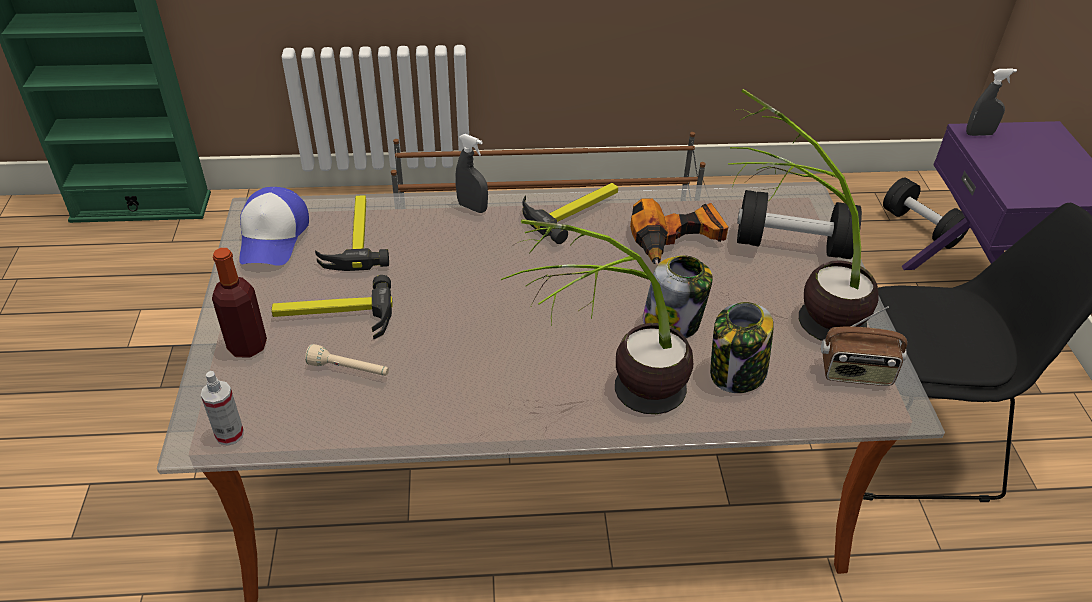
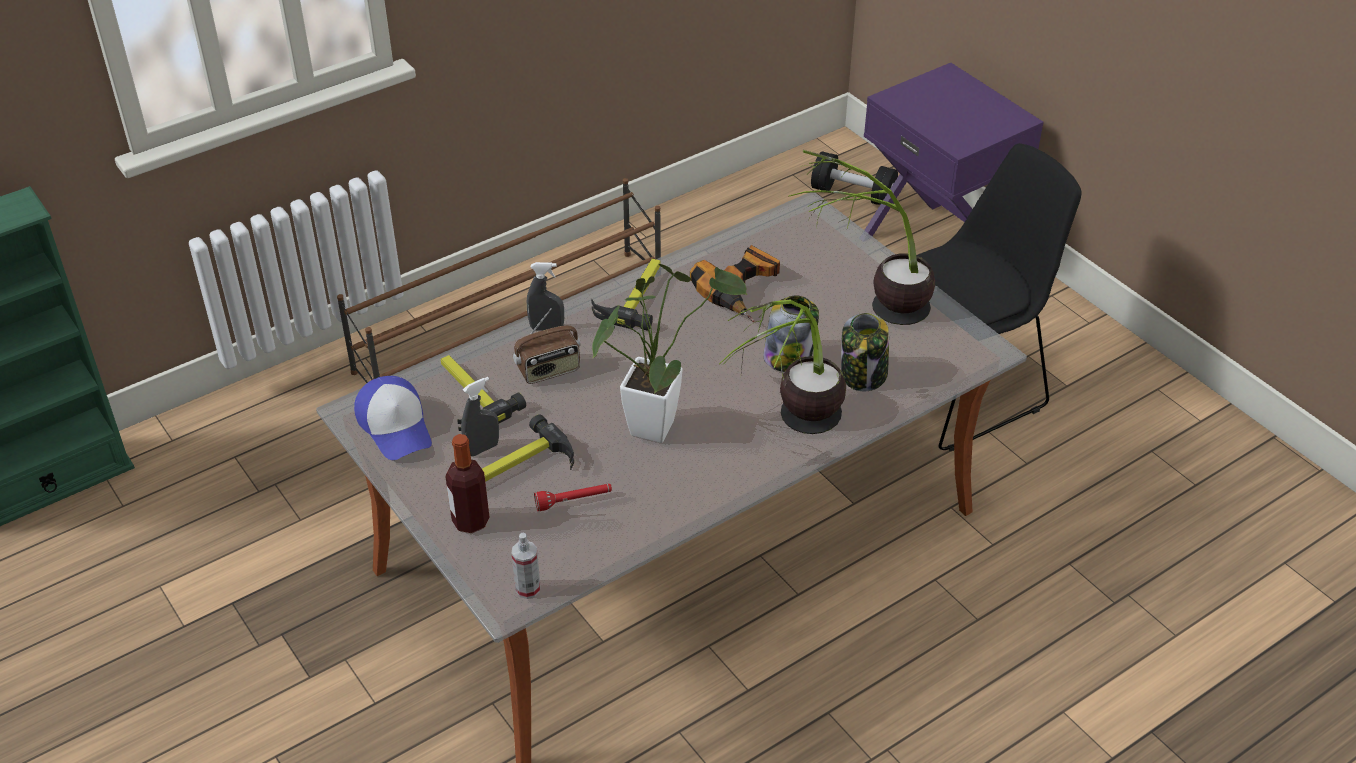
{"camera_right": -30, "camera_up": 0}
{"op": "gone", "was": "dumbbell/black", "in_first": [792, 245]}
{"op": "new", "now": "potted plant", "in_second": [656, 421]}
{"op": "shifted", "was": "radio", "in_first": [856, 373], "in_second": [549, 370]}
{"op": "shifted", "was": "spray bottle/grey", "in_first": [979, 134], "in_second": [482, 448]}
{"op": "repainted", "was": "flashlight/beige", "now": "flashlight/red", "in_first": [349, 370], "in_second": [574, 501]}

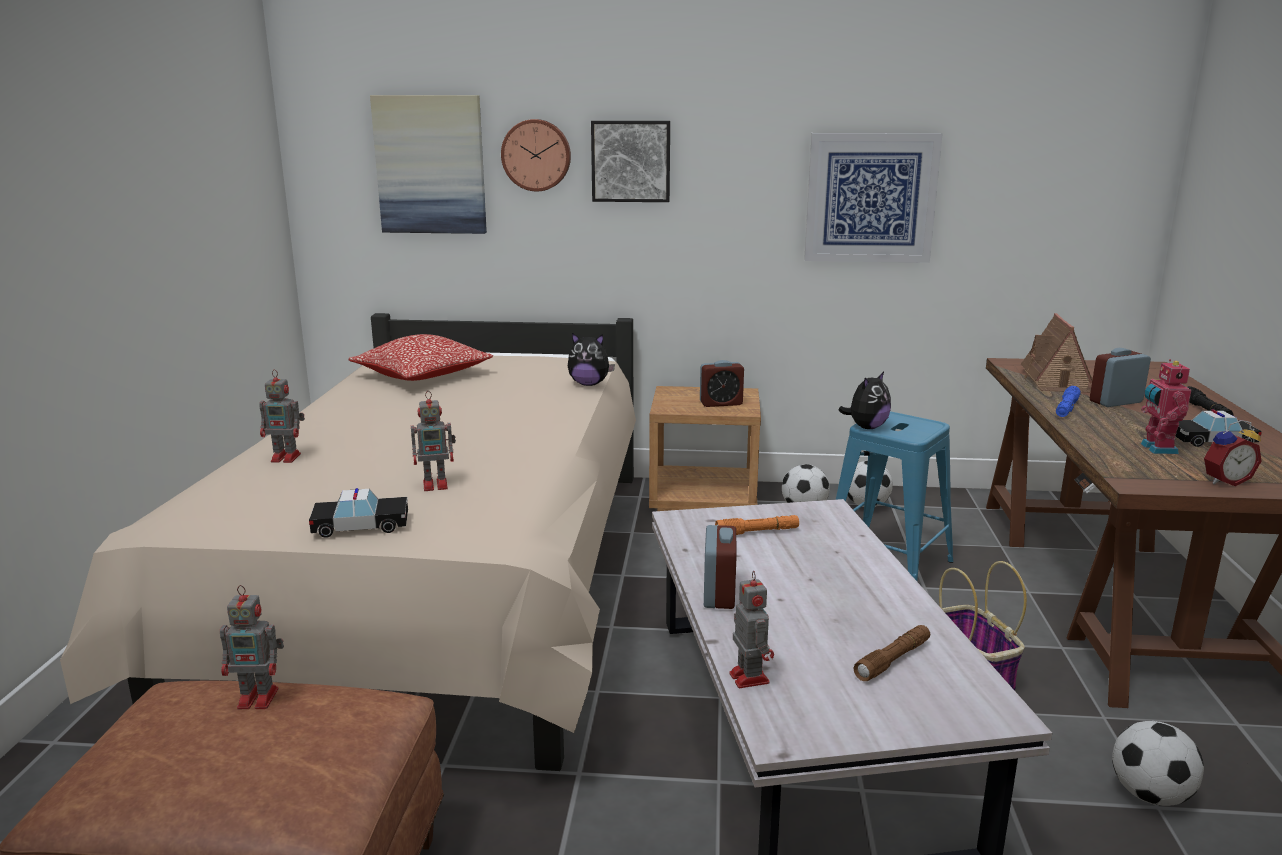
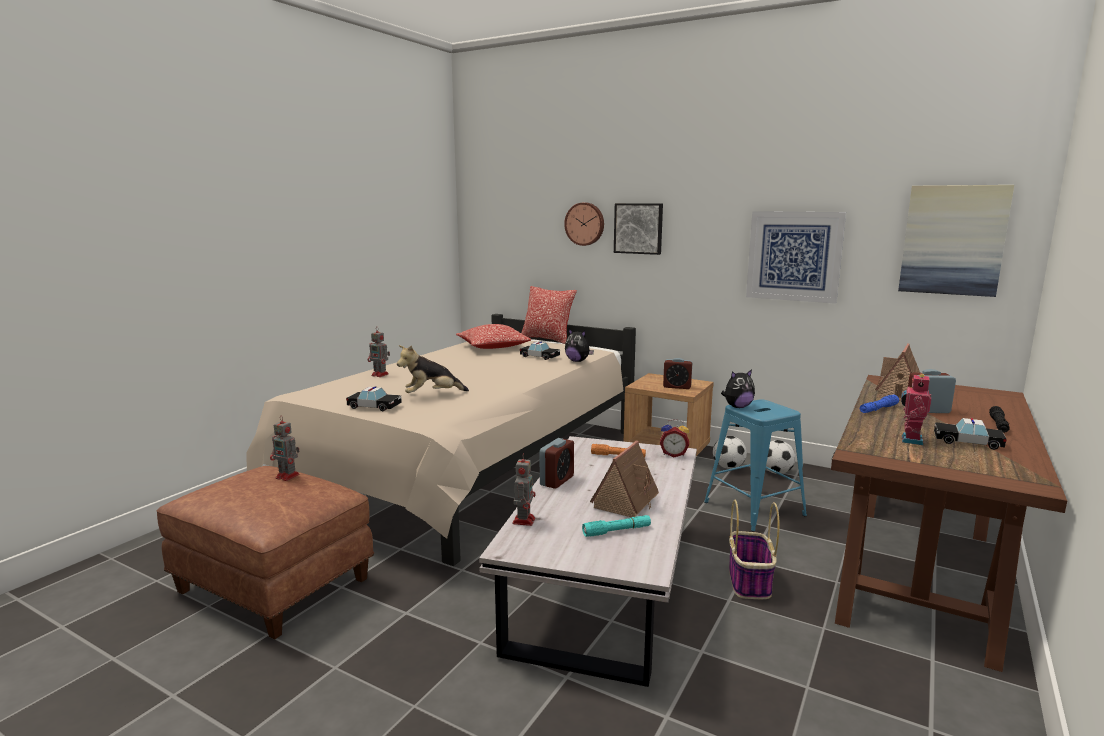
{"camera_right": 25, "camera_up": -5}
{"op": "gone", "was": "football", "in_first": [1150, 795]}
{"op": "new", "now": "toy car", "in_second": [539, 356]}
{"op": "new", "now": "pillow", "in_second": [547, 339]}
{"op": "new", "now": "toy house", "in_second": [626, 501]}
{"op": "shifted", "was": "picture", "in_first": [430, 165], "in_second": [953, 240]}
{"op": "shifted", "was": "alarm clock", "in_first": [1224, 481], "in_second": [673, 454]}
{"op": "swapped", "was": "toy robot", "now": "plush toy", "in_first": [437, 484], "in_second": [432, 395]}
{"op": "repainted", "was": "flashlight/brown", "now": "flashlight/turquoise", "in_first": [893, 660], "in_second": [617, 531]}

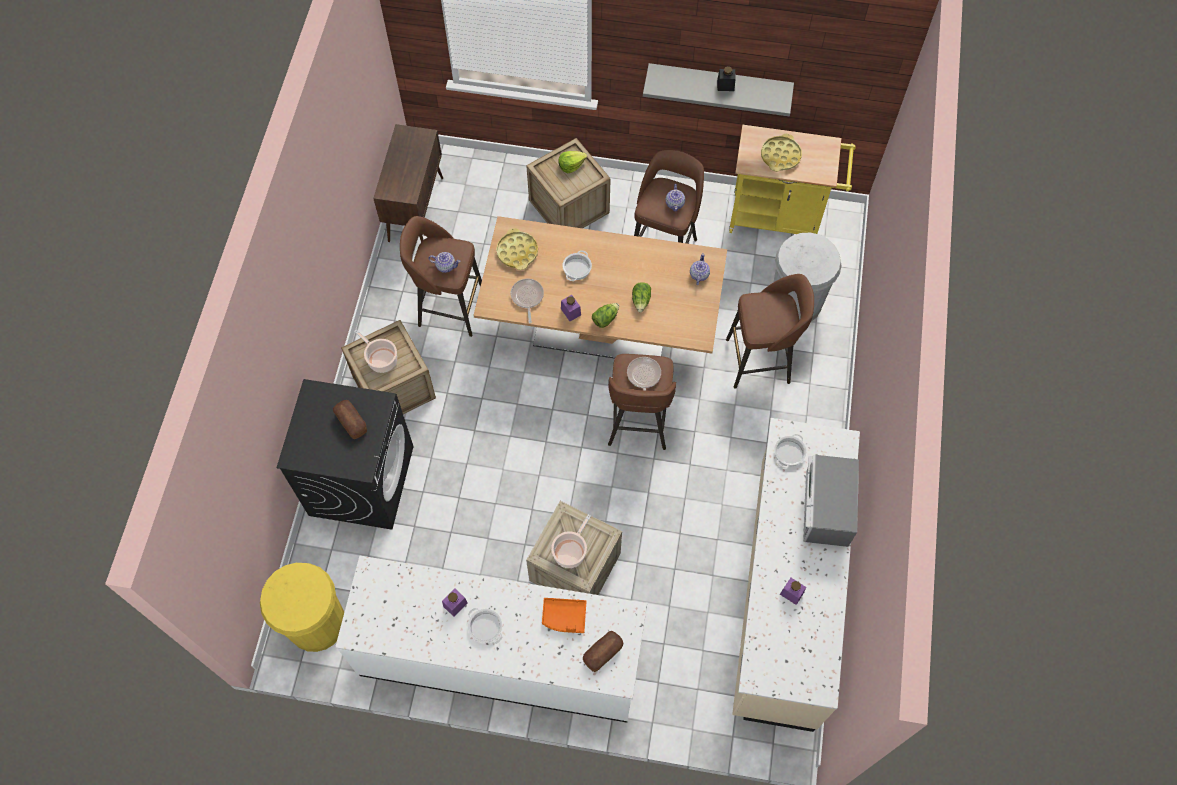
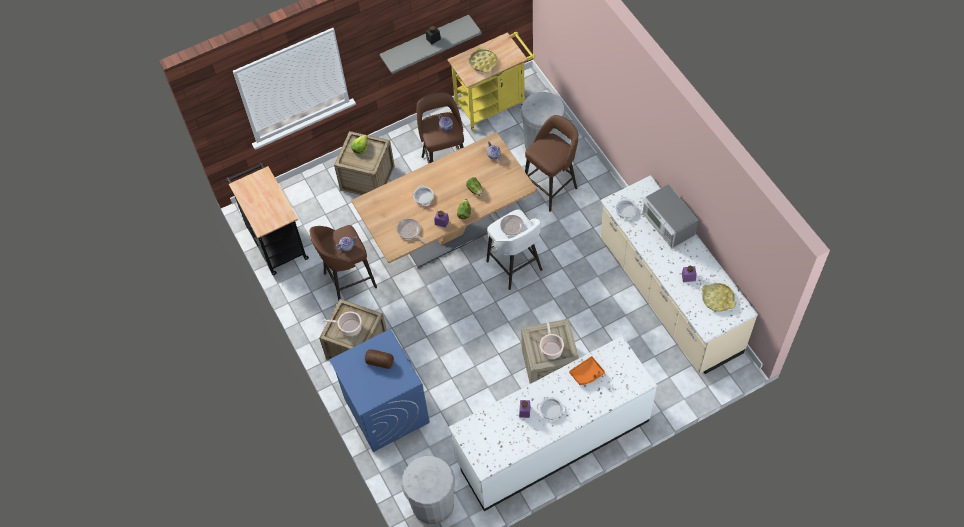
{"camera_right": -35, "camera_up": -5}
{"op": "gone", "was": "bread", "in_first": [603, 653]}
{"op": "shifted", "was": "tray/yellow", "in_first": [517, 252], "in_second": [718, 299]}
{"op": "swapped", "was": "cabinet/brown", "now": "cart/black", "in_first": [416, 209], "in_second": [275, 240]}
{"op": "repainted", "was": "trash can/yellow", "now": "trash can/white", "in_first": [316, 623], "in_second": [432, 504]}
{"op": "repainted", "was": "washing machine/black", "now": "washing machine/blue", "in_first": [361, 480], "in_second": [386, 410]}
{"op": "repainted", "was": "stool/brown", "now": "stool/white", "in_first": [638, 423], "in_second": [515, 267]}

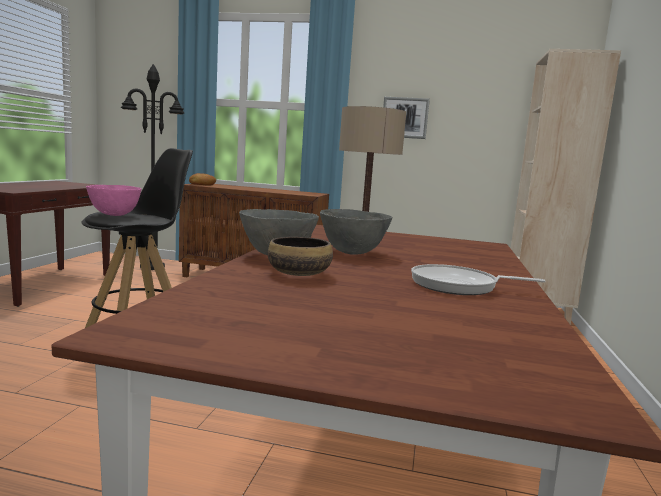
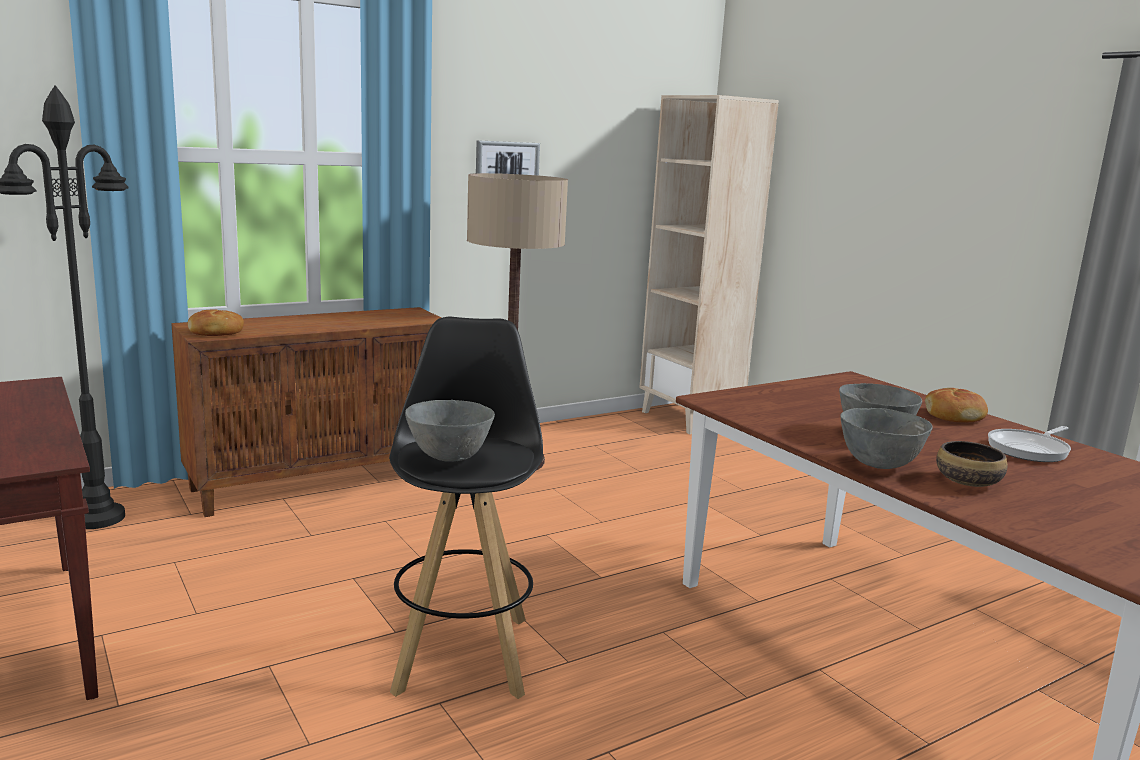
{"camera_right": -45, "camera_up": 5}
{"op": "new", "now": "bread", "in_second": [954, 415]}
{"op": "repainted", "was": "bowl/pink", "now": "bowl/grey", "in_first": [115, 215], "in_second": [450, 457]}

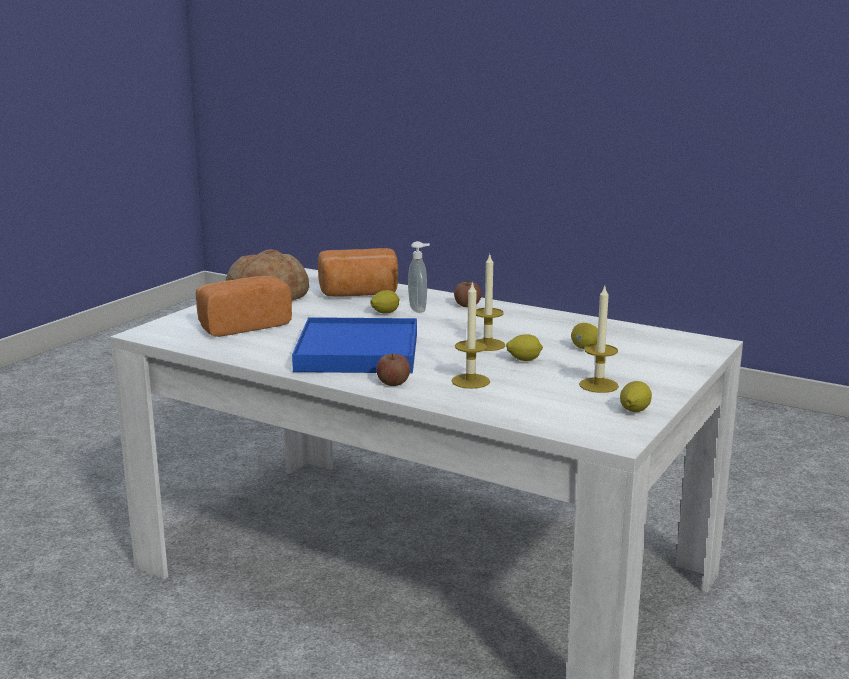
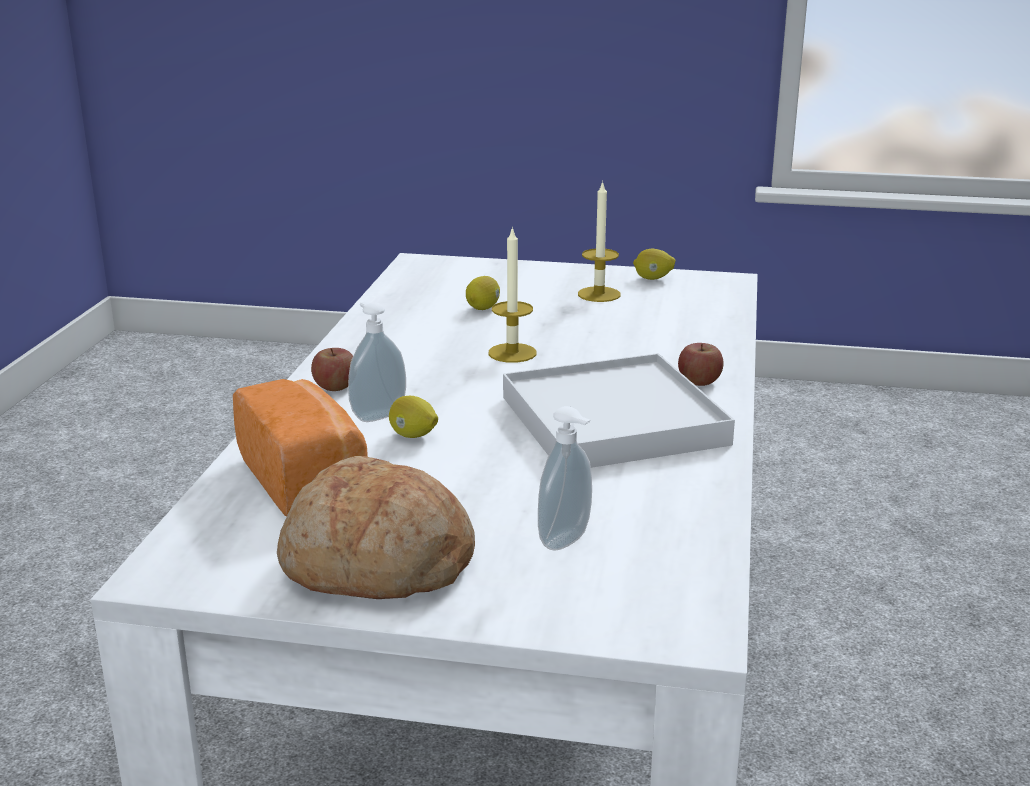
{"camera_right": -110, "camera_up": 5}
{"op": "gone", "was": "candle", "in_first": [470, 381]}
{"op": "gone", "was": "lemon", "in_first": [524, 360]}
{"op": "swapped", "was": "bread", "now": "soap dispenser", "in_first": [242, 325], "in_second": [567, 541]}
{"op": "repainted", "was": "tray/blue", "now": "tray/white", "in_first": [358, 352], "in_second": [613, 420]}

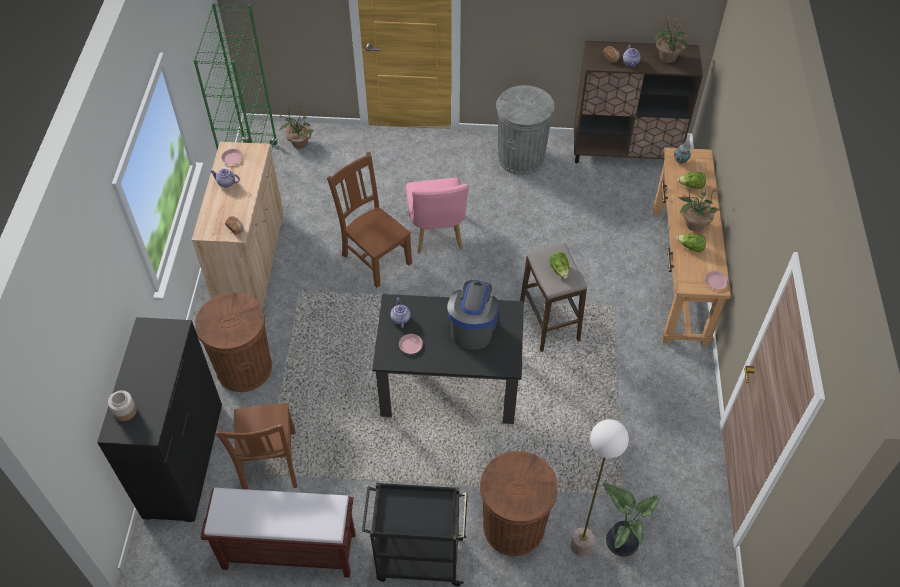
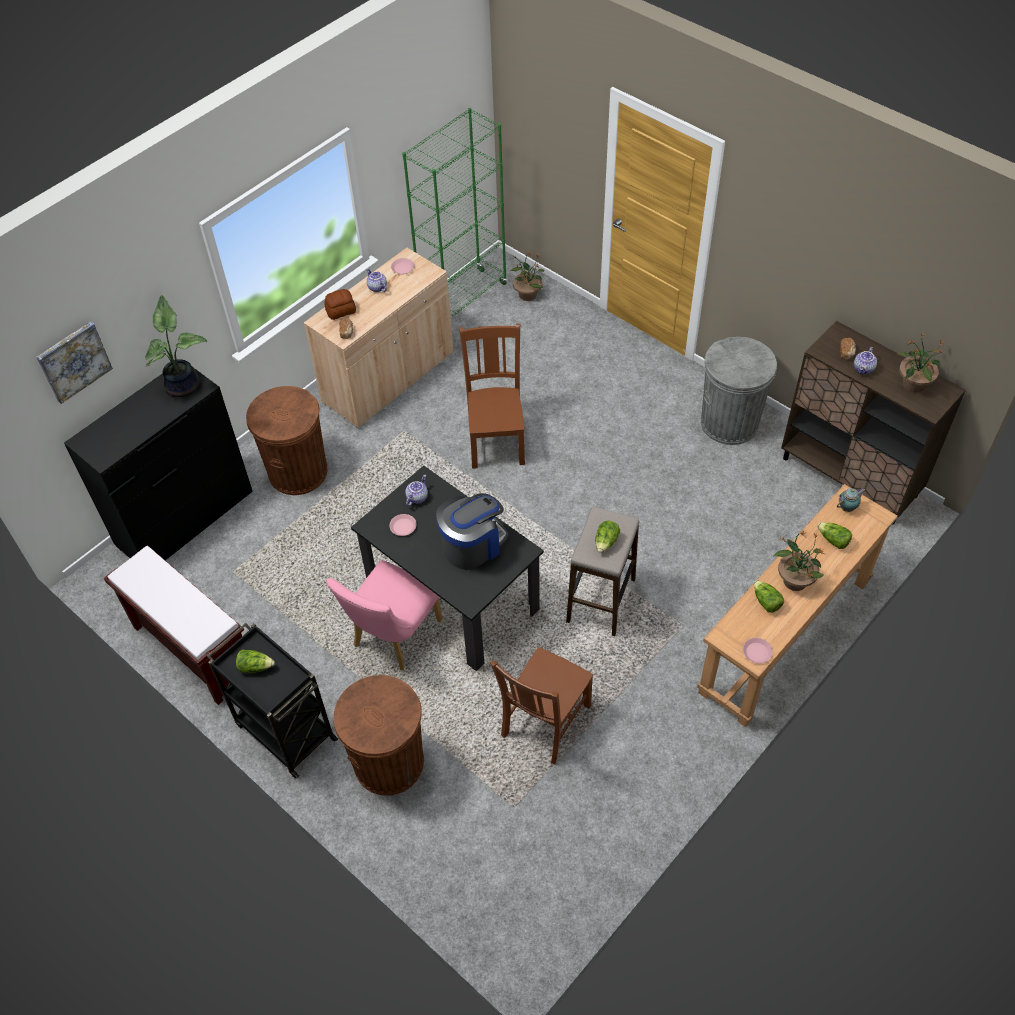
{"camera_right": 40, "camera_up": 0}
{"op": "gone", "was": "jar", "in_first": [125, 411]}
{"op": "gone", "was": "floor lamp", "in_first": [581, 546]}
{"op": "new", "now": "picture", "in_second": [74, 361]}
{"op": "new", "now": "lettuce", "in_second": [255, 666]}
{"op": "new", "now": "bread", "in_second": [341, 311]}
{"op": "shifted", "was": "chair/brown", "in_first": [269, 464], "in_second": [544, 723]}
{"op": "shifted", "was": "chair/pink", "in_first": [437, 236], "in_second": [392, 637]}
{"op": "shifted", "was": "potted plant", "in_first": [621, 540], "in_second": [184, 385]}

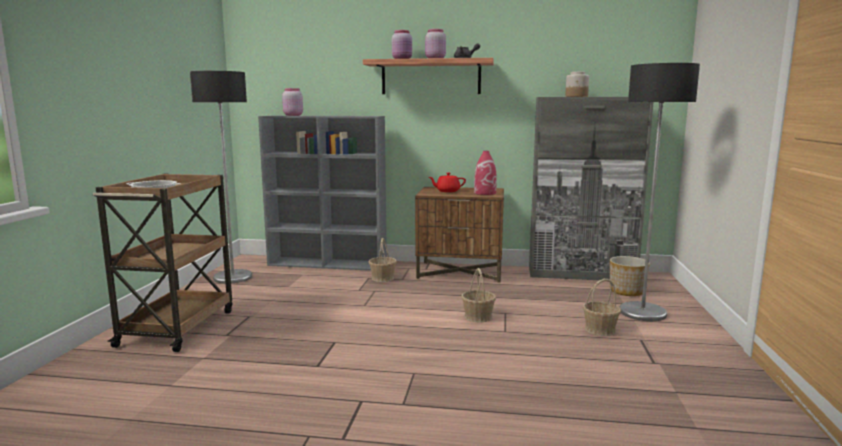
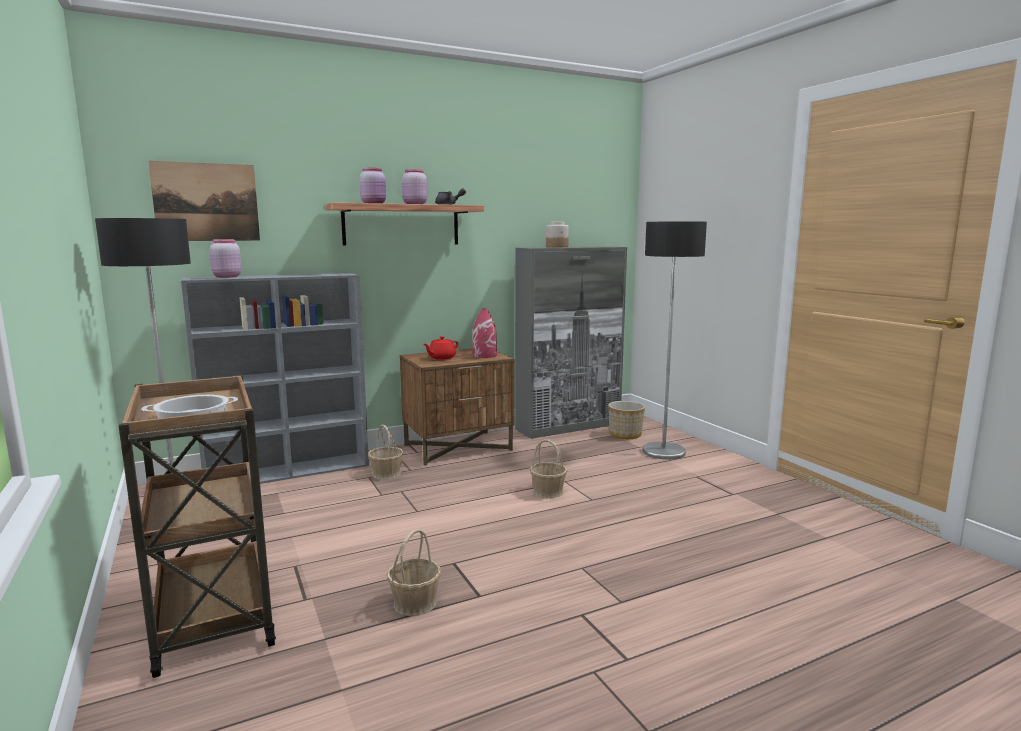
{"camera_right": -35, "camera_up": 0}
{"op": "new", "now": "picture", "in_second": [206, 202]}
{"op": "shifted", "was": "basket", "in_first": [600, 330], "in_second": [415, 603]}

